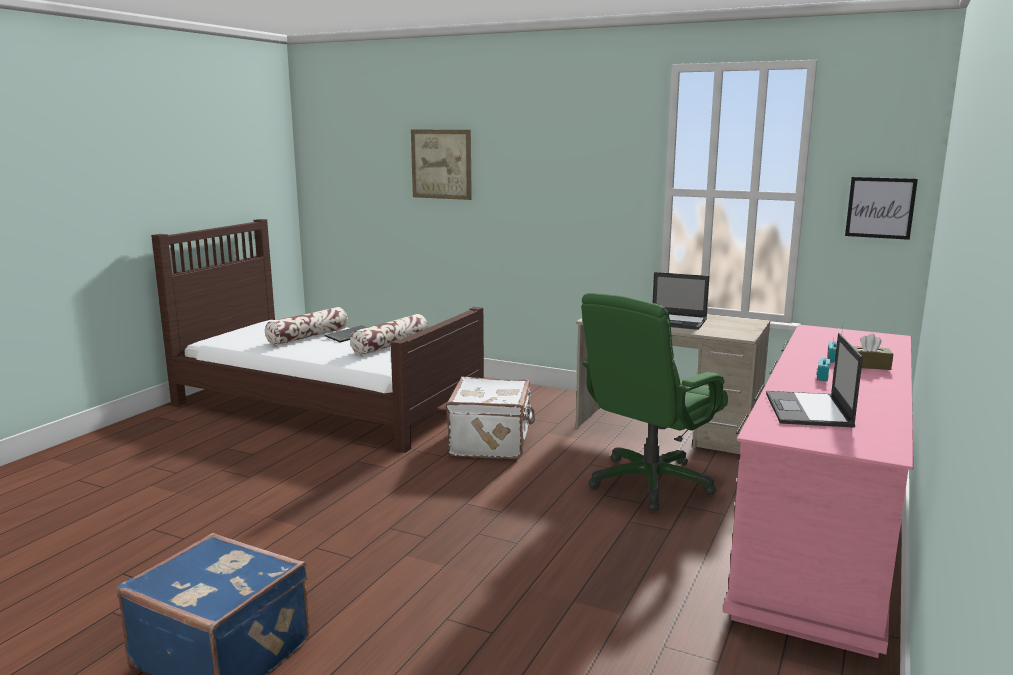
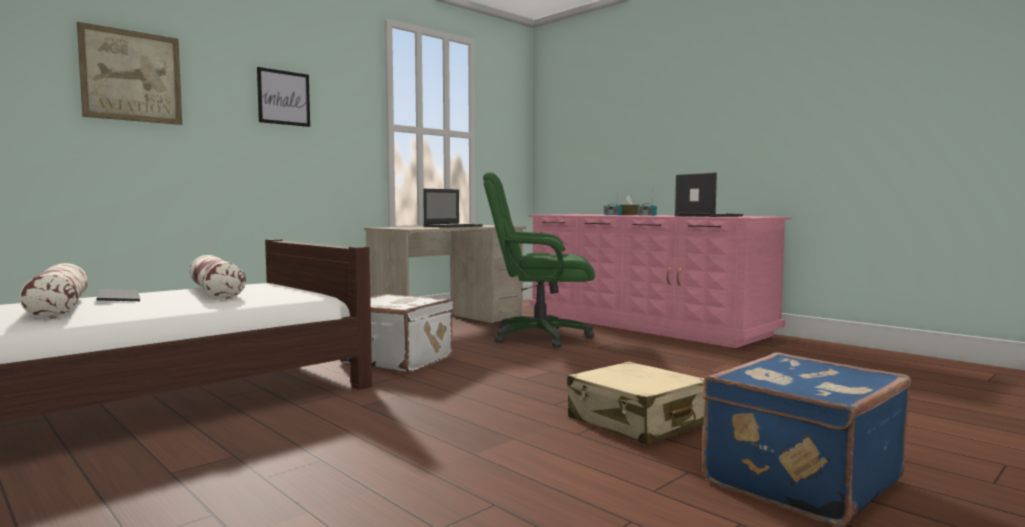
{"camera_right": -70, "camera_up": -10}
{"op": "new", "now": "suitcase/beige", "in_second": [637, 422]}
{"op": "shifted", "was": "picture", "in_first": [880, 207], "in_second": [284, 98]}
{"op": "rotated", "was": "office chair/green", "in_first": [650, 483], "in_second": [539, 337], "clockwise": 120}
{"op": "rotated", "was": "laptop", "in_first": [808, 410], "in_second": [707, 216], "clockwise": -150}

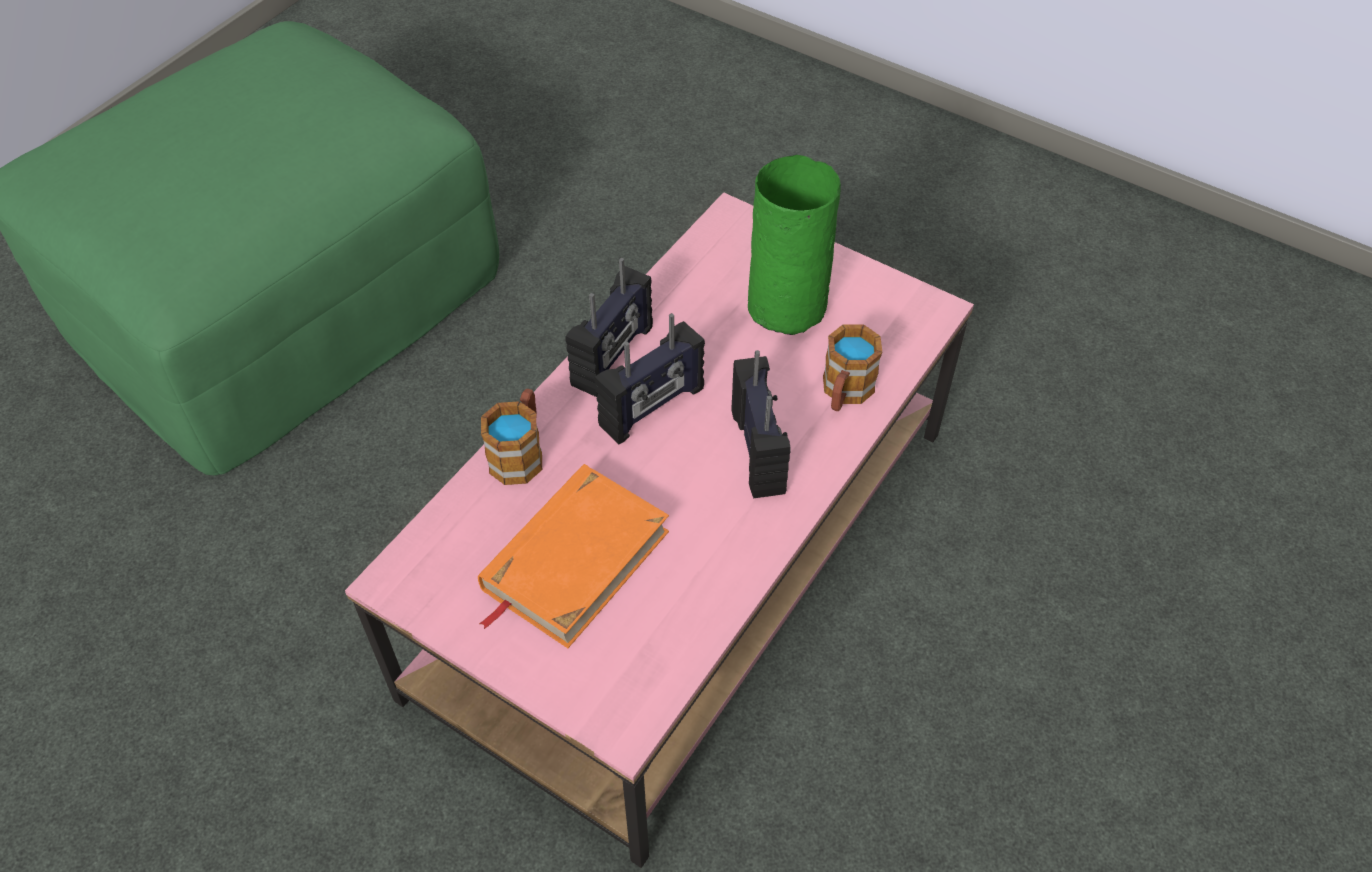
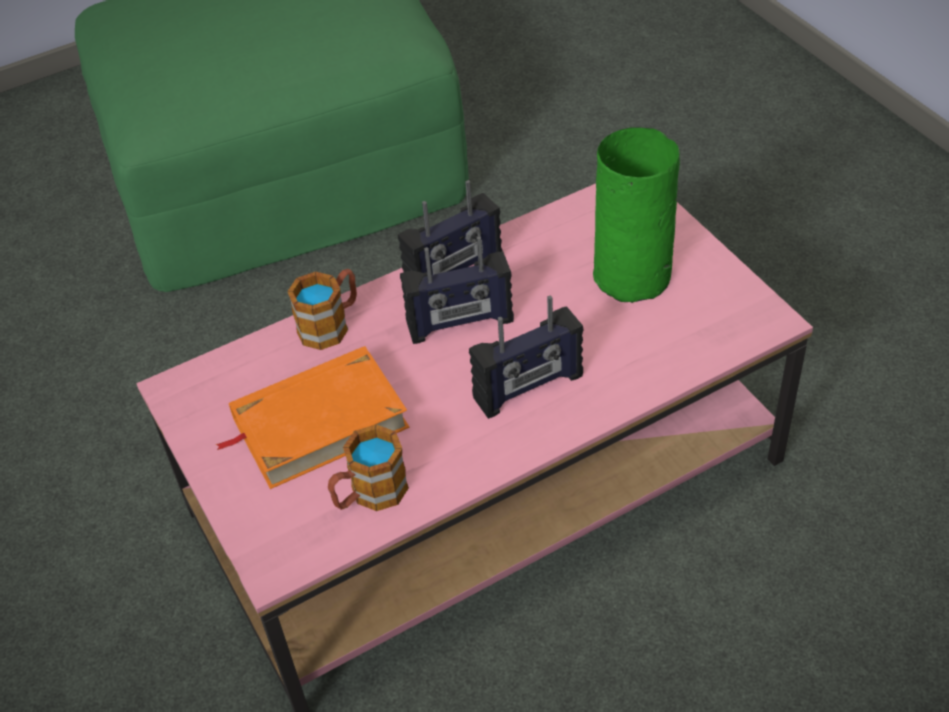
{"camera_right": 30, "camera_up": -5}
{"op": "shifted", "was": "mug", "in_first": [844, 393], "in_second": [369, 494]}
{"op": "rotated", "was": "radio", "in_first": [759, 450], "in_second": [529, 388], "clockwise": 45}

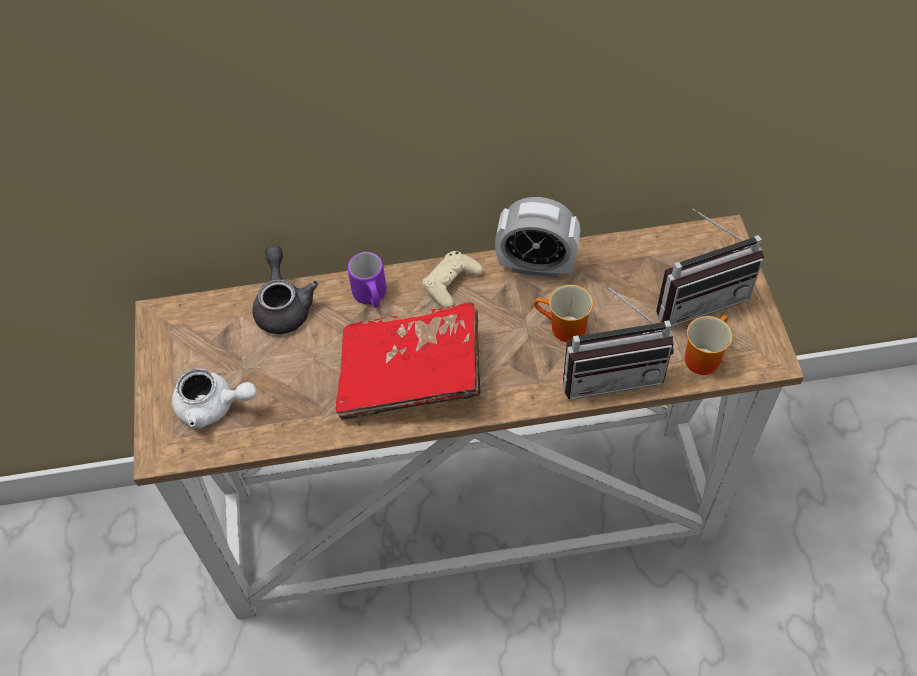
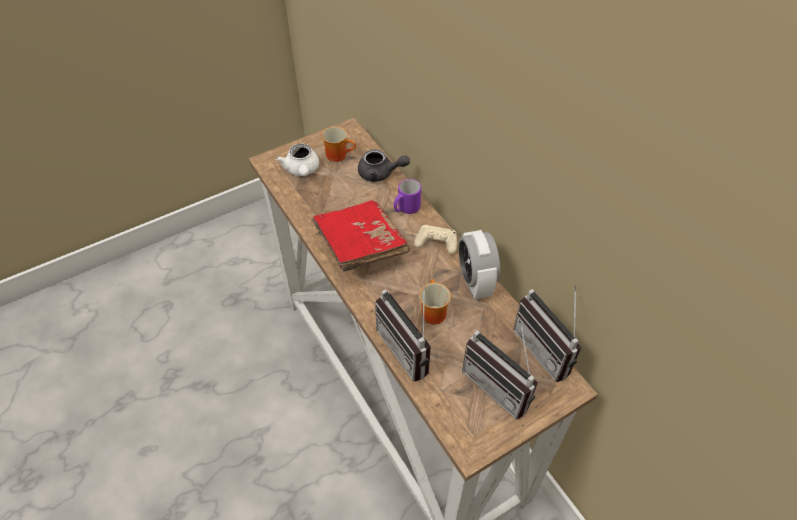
{"camera_right": 65, "camera_up": -5}
{"op": "new", "now": "radio", "in_second": [548, 349]}
{"op": "shifted", "was": "mug", "in_first": [701, 355], "in_second": [339, 154]}
{"op": "rotated", "was": "teapot/grey", "in_first": [283, 305], "in_second": [380, 174], "clockwise": 45}

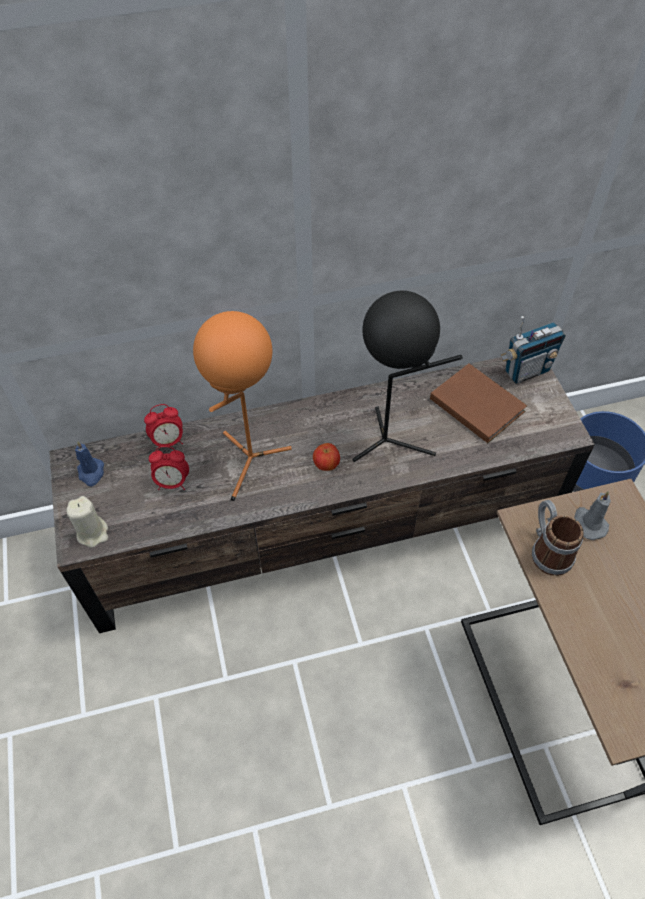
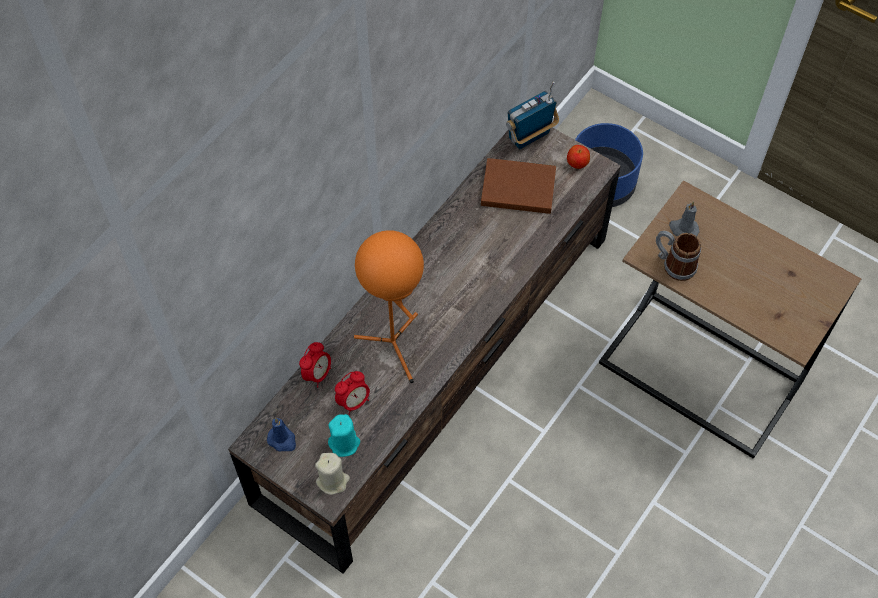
{"camera_right": -40, "camera_up": 5}
{"op": "gone", "was": "table lamp/black", "in_first": [391, 442]}
{"op": "new", "now": "candle/turquoise", "in_second": [344, 443]}
{"op": "shifted", "was": "apple", "in_first": [326, 465], "in_second": [577, 164]}
{"op": "rotated", "was": "radio", "in_first": [526, 371], "in_second": [529, 137], "clockwise": -150}

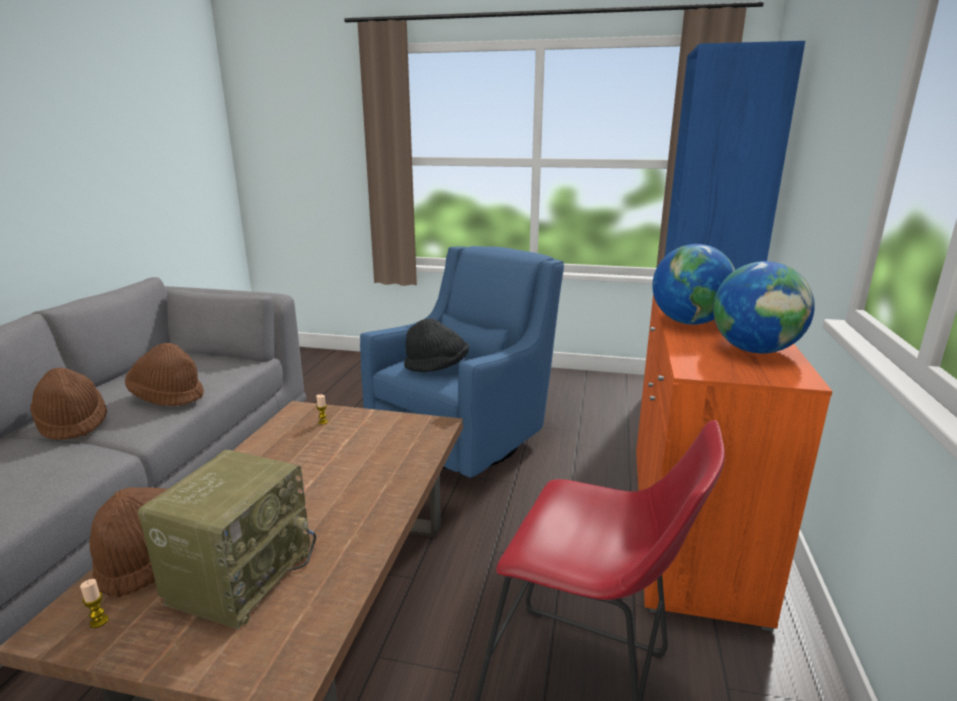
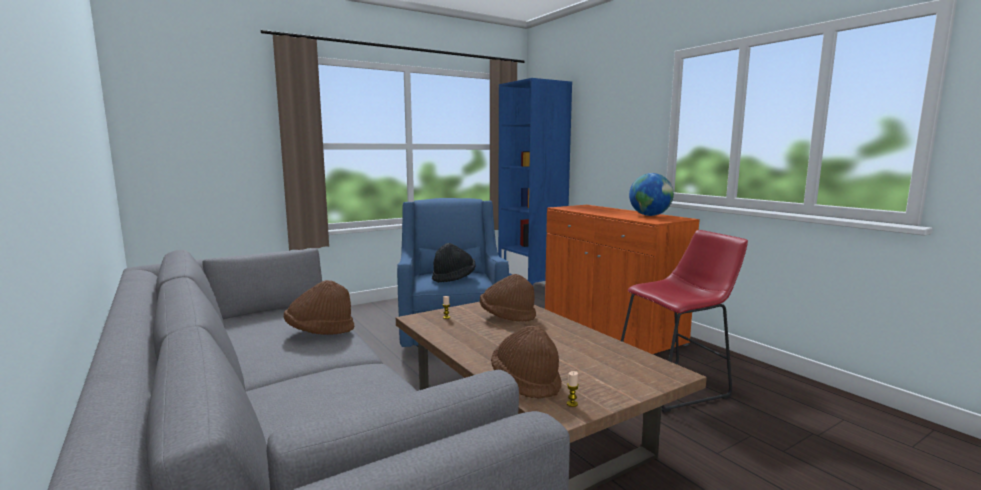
{"camera_right": -45, "camera_up": -10}
{"op": "gone", "was": "radio", "in_first": [240, 575]}
{"op": "gone", "was": "globe", "in_first": [688, 322]}
{"op": "shifted", "was": "hat/brown", "in_first": [73, 423], "in_second": [507, 317]}

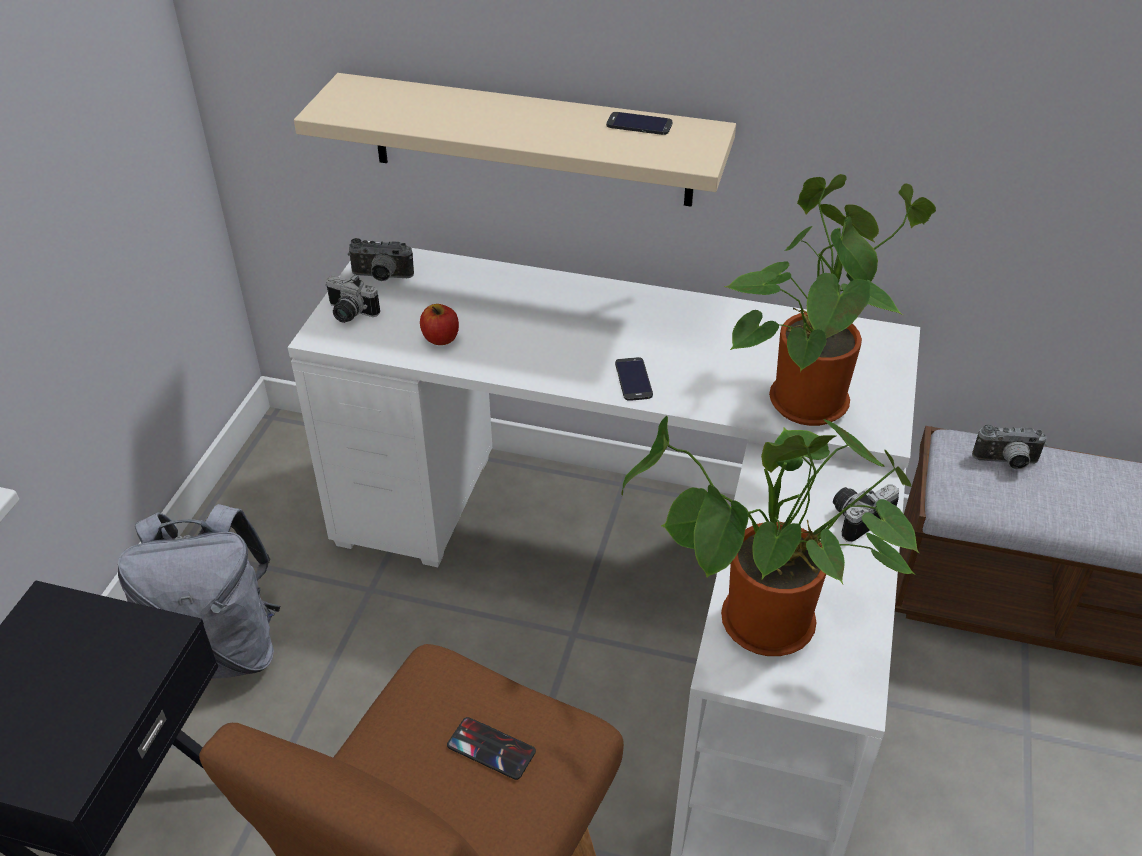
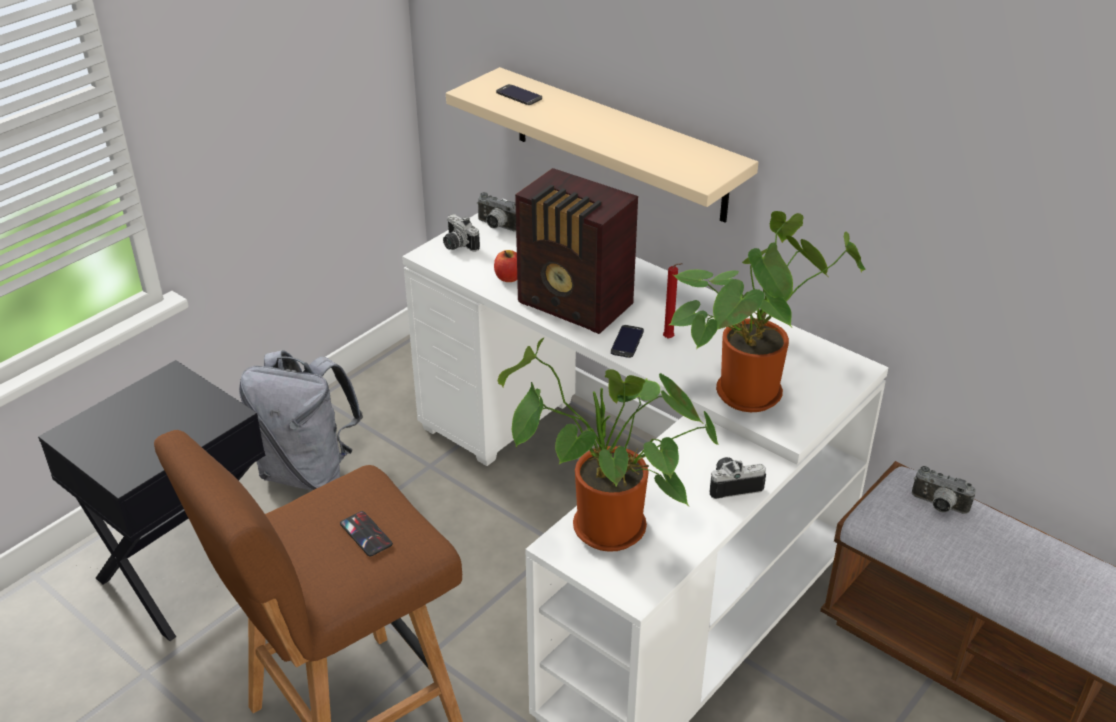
{"camera_right": 25, "camera_up": -5}
{"op": "new", "now": "radio", "in_second": [576, 305]}
{"op": "new", "now": "candle/red", "in_second": [670, 339]}
{"op": "shifted", "was": "phone", "in_first": [639, 124], "in_second": [519, 95]}

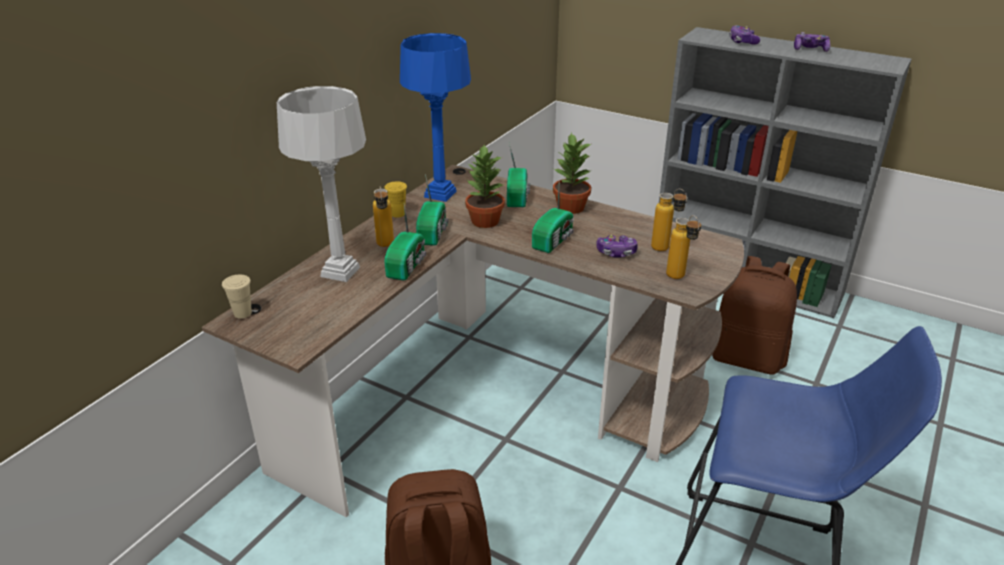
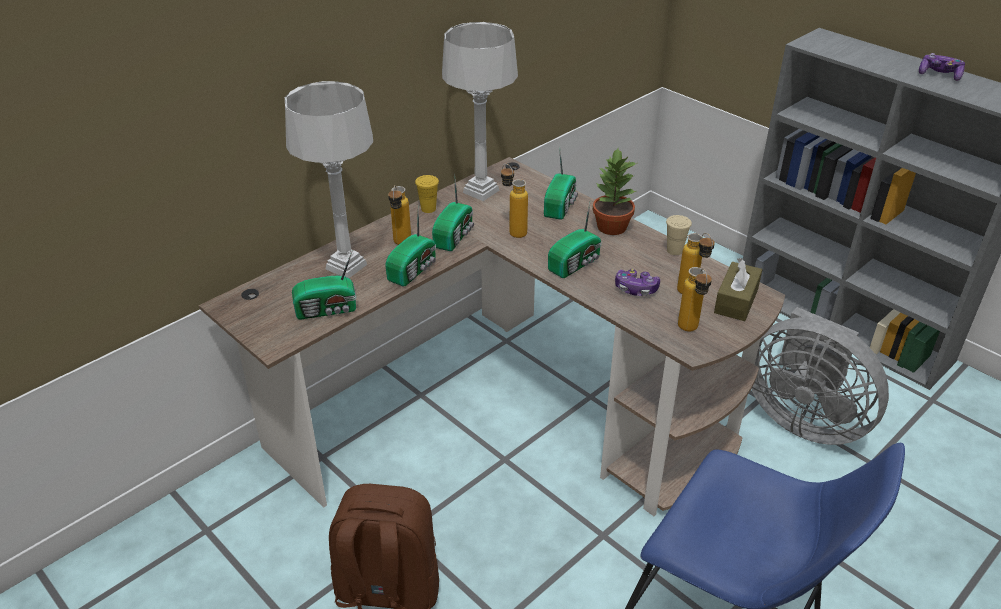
{"camera_right": 15, "camera_up": 5}
{"op": "gone", "was": "game controller", "in_first": [742, 42]}
{"op": "new", "now": "radio", "in_second": [328, 310]}
{"op": "new", "now": "tissue box/brown", "in_second": [736, 301]}
{"op": "shifted", "was": "cup/beige", "in_first": [242, 313], "in_second": [674, 250]}
{"op": "swapped", "was": "potted plant", "now": "bottle", "in_first": [484, 221], "in_second": [513, 230]}
{"op": "swapped", "was": "backpack/brown", "now": "fan/grey", "in_first": [747, 357], "in_second": [803, 418]}
{"op": "repainted", "was": "table lamp/blue", "now": "table lamp/grey", "in_first": [440, 194], "in_second": [481, 191]}

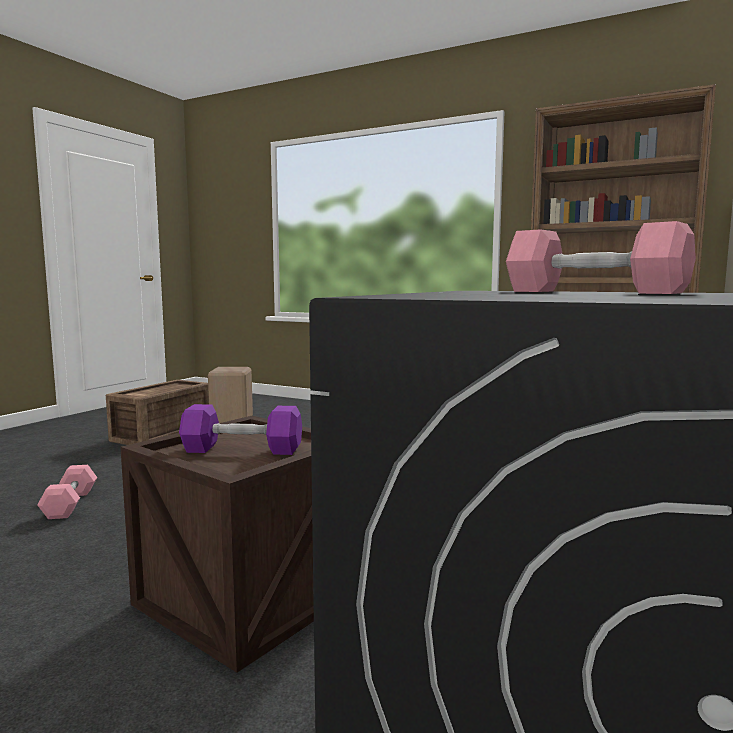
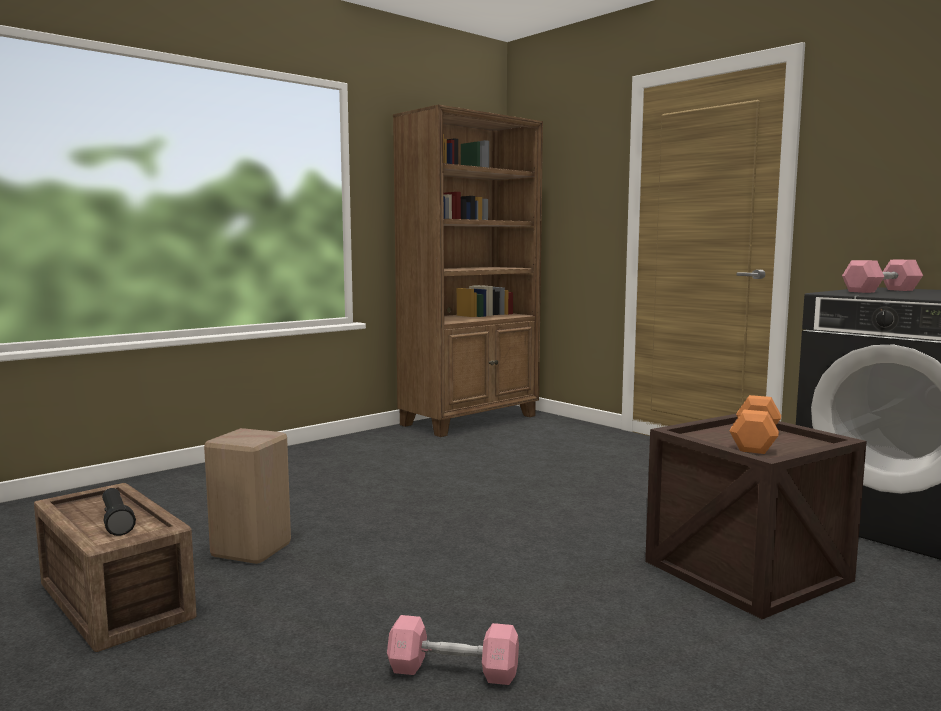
{"camera_right": -70, "camera_up": 0}
{"op": "new", "now": "flashlight/black", "in_second": [116, 521]}
{"op": "repainted", "was": "dumbbell/purple", "now": "dumbbell/orange", "in_first": [242, 450], "in_second": [755, 441]}

